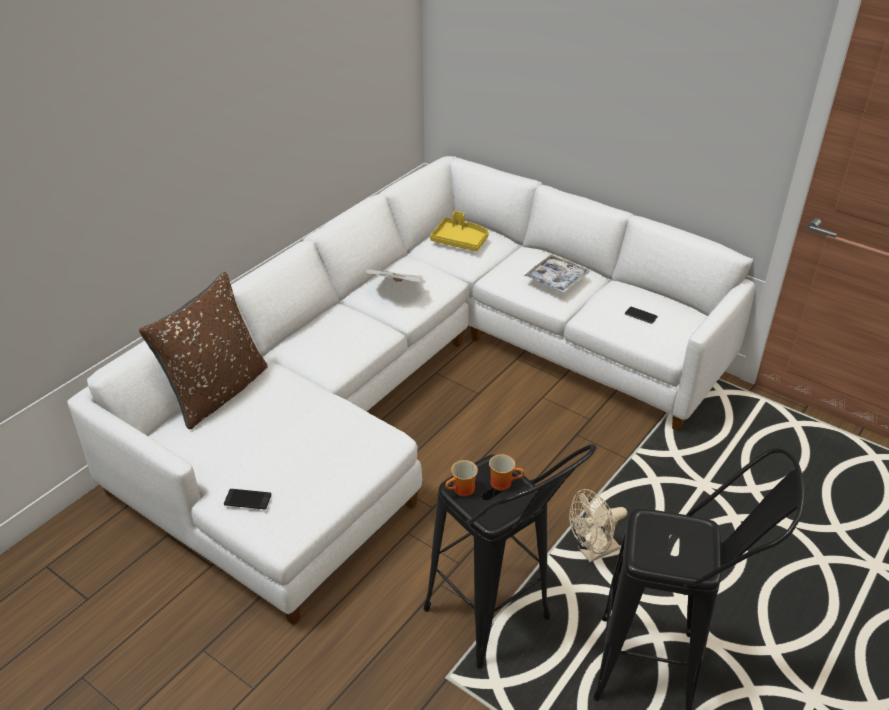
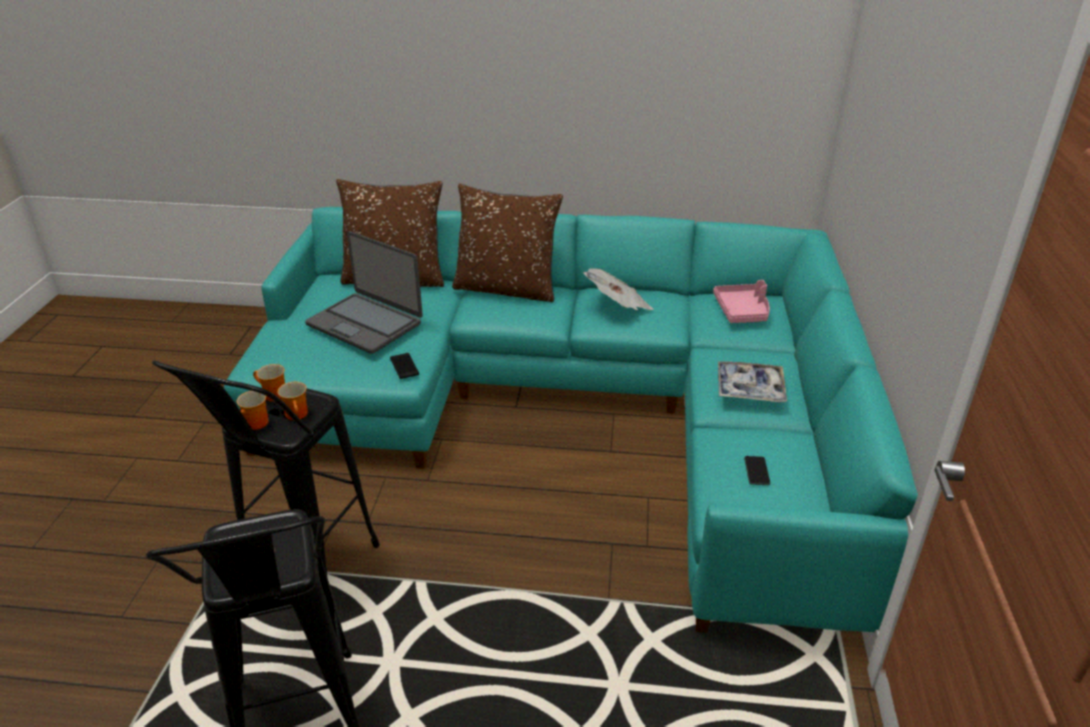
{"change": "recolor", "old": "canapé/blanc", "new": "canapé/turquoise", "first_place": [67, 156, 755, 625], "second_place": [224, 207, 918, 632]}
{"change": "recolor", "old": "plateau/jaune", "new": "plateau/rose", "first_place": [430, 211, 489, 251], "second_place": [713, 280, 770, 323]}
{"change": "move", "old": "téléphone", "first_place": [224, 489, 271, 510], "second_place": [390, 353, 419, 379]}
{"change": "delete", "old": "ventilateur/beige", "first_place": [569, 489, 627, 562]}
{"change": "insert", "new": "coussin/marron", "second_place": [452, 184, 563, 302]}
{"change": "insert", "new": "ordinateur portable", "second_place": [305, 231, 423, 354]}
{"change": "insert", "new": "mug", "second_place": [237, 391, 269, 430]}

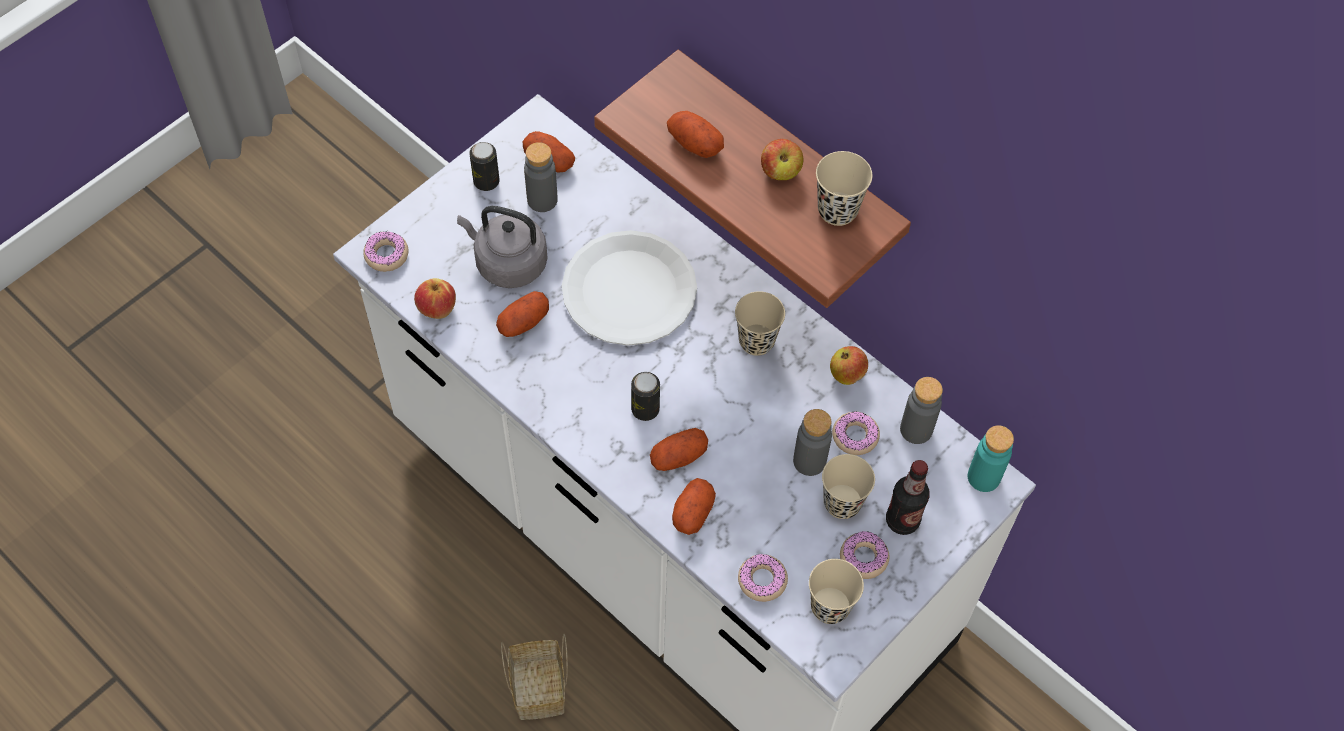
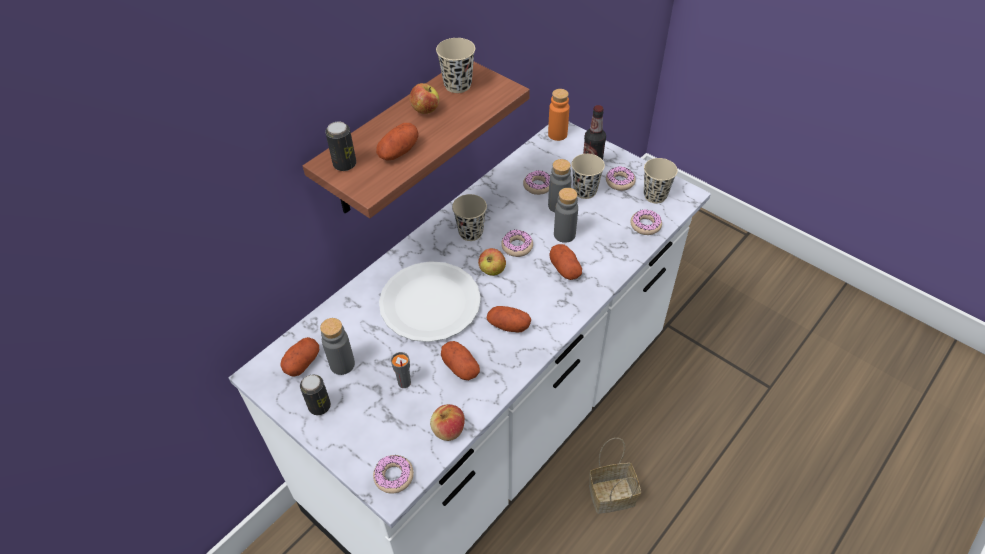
{"change": "replace", "old": "bouilloire/gris", "new": "tasse/gris", "first_place": [457, 206, 548, 288], "second_place": [391, 352, 411, 388]}
{"change": "move", "old": "pomme", "first_place": [830, 346, 868, 385], "second_place": [478, 248, 506, 276]}
{"change": "move", "old": "boîte métallique", "first_place": [631, 372, 660, 421], "second_place": [325, 121, 356, 171]}
{"change": "move", "old": "bouteille/gris", "first_place": [900, 377, 943, 444], "second_place": [554, 188, 578, 243]}
{"change": "recolor", "old": "bouteille/turquoise", "new": "bouteille/orange", "first_place": [968, 425, 1014, 492], "second_place": [548, 89, 569, 141]}
{"change": "move", "old": "pomme de terre", "first_place": [672, 478, 716, 535], "second_place": [487, 306, 531, 333]}
{"change": "insert", "new": "beignet", "second_place": [501, 229, 533, 257]}

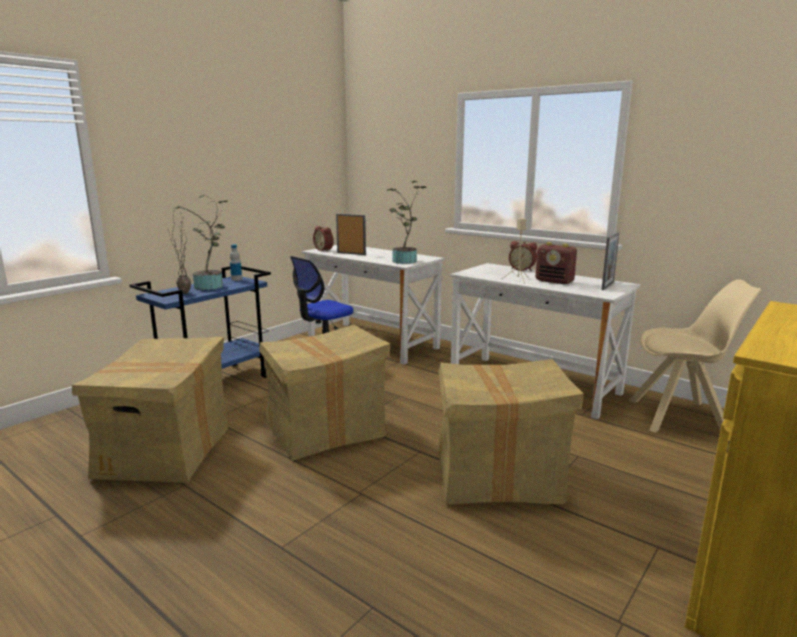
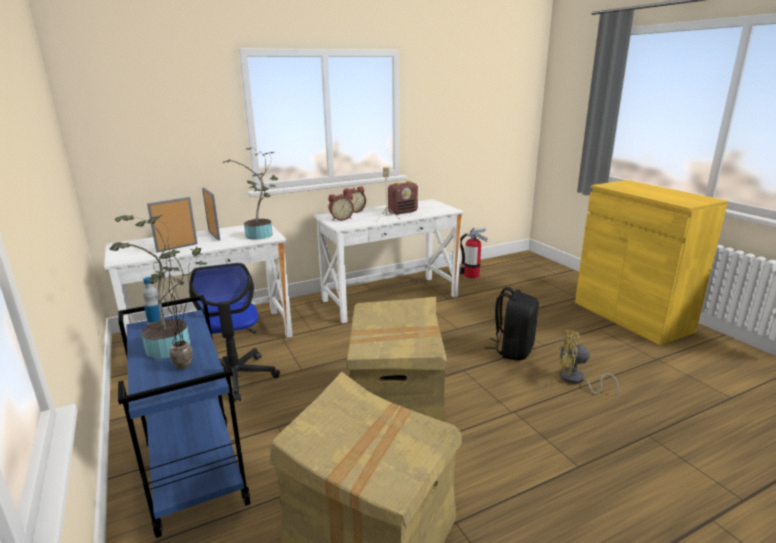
{"change": "move", "old": "réveil", "first_place": [313, 226, 334, 252], "second_place": [328, 193, 354, 220]}
{"change": "move", "old": "cadre photo", "first_place": [602, 232, 620, 290], "second_place": [202, 188, 220, 241]}
{"change": "replace", "old": "chaise/beige", "new": "extincteur", "first_place": [629, 279, 761, 433], "second_place": [460, 228, 488, 279]}
{"change": "replace", "old": "carton", "new": "sac à dos/noir", "first_place": [438, 359, 584, 505], "second_place": [485, 287, 539, 361]}
{"change": "insert", "new": "ventilateur/jaune", "second_place": [559, 330, 618, 396]}

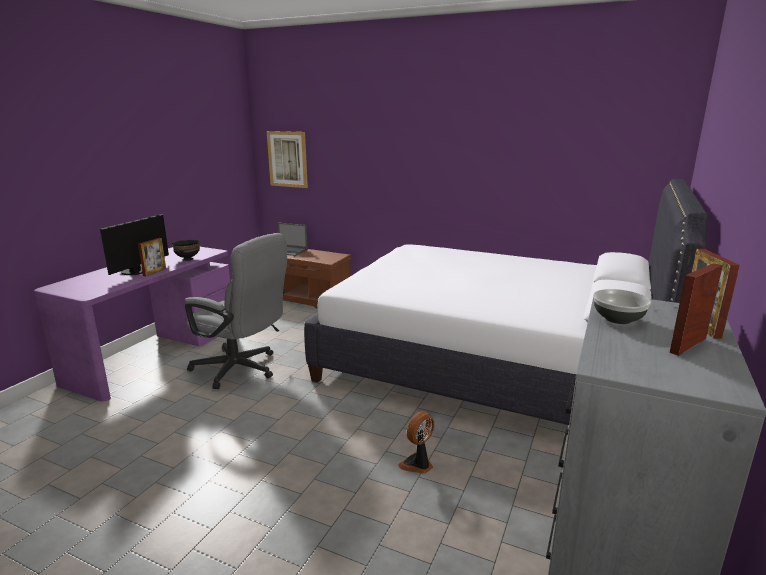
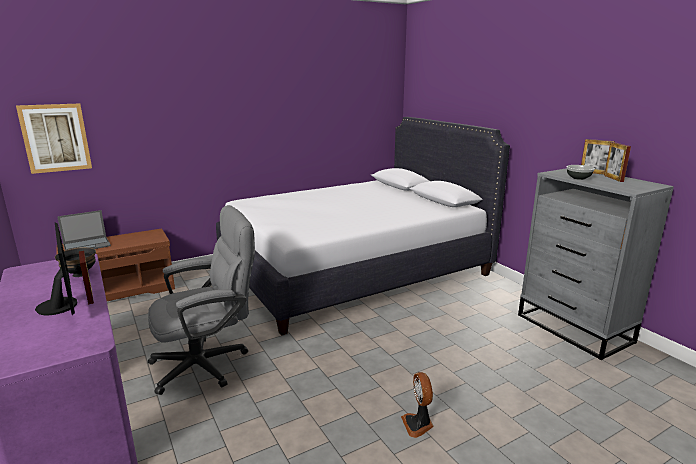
{"change": "move", "old": "ventilateur", "first_place": [398, 411, 434, 474], "second_place": [401, 372, 434, 438]}

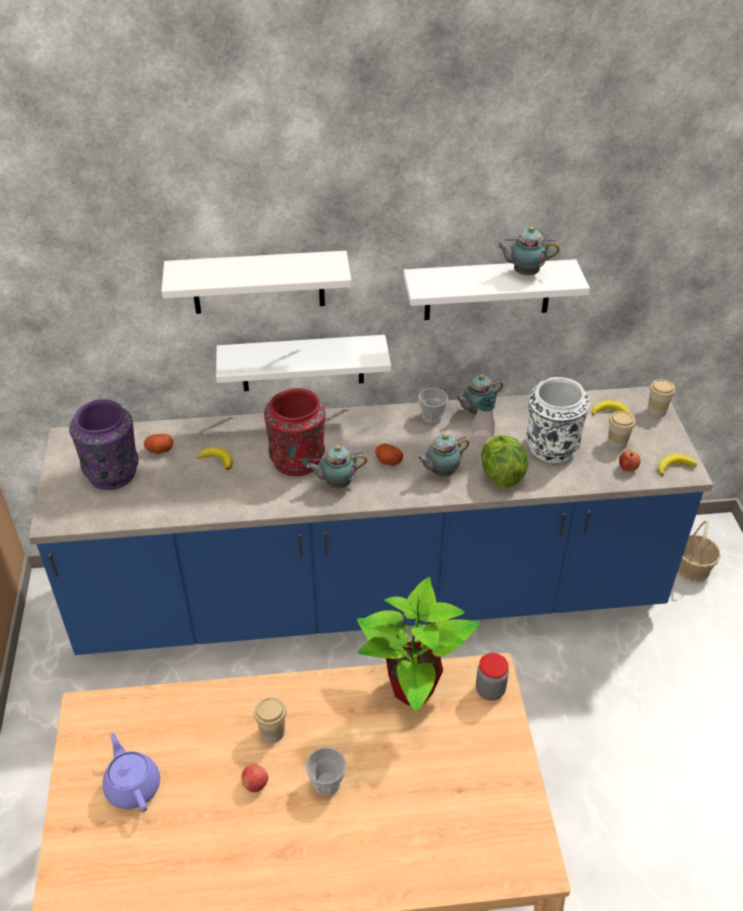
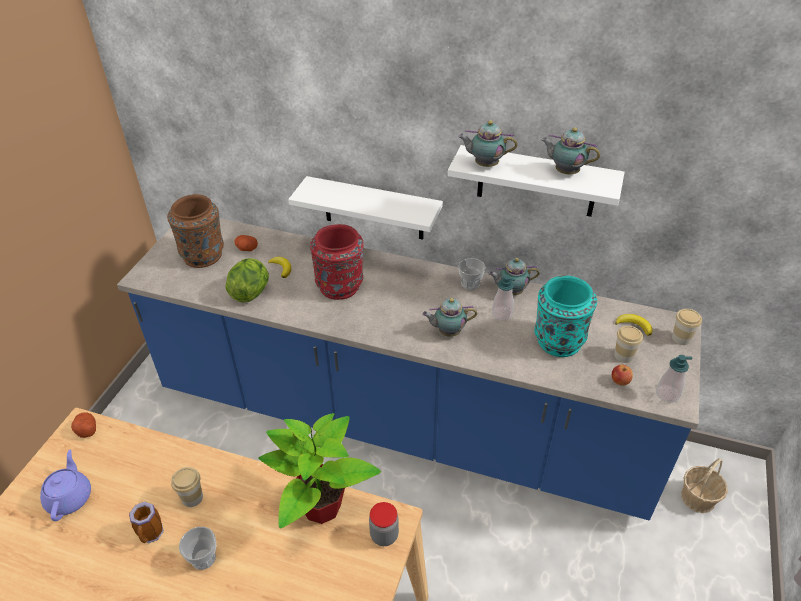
{"change": "delete", "old": "étagère/blanc", "first_place": [162, 251, 352, 314]}
{"change": "recolor", "old": "vase/blanc", "new": "vase/turquoise", "first_place": [526, 377, 590, 463], "second_place": [534, 275, 597, 357]}
{"change": "recolor", "old": "vase/violet", "new": "vase/marron", "first_place": [69, 399, 139, 490], "second_place": [167, 194, 224, 268]}
{"change": "move", "old": "laitue", "first_place": [481, 435, 529, 488], "second_place": [225, 258, 269, 303]}
{"change": "move", "old": "pomme de terre", "first_place": [375, 443, 403, 466], "second_place": [71, 412, 96, 438]}
{"change": "move", "old": "théière", "first_place": [307, 445, 367, 488], "second_place": [458, 120, 517, 167]}
{"change": "replace", "old": "banane", "new": "distributeur de savon", "first_place": [657, 454, 697, 476], "second_place": [656, 355, 693, 403]}
{"change": "replace", "old": "pomme", "new": "mug", "first_place": [241, 764, 268, 792], "second_place": [129, 502, 164, 543]}

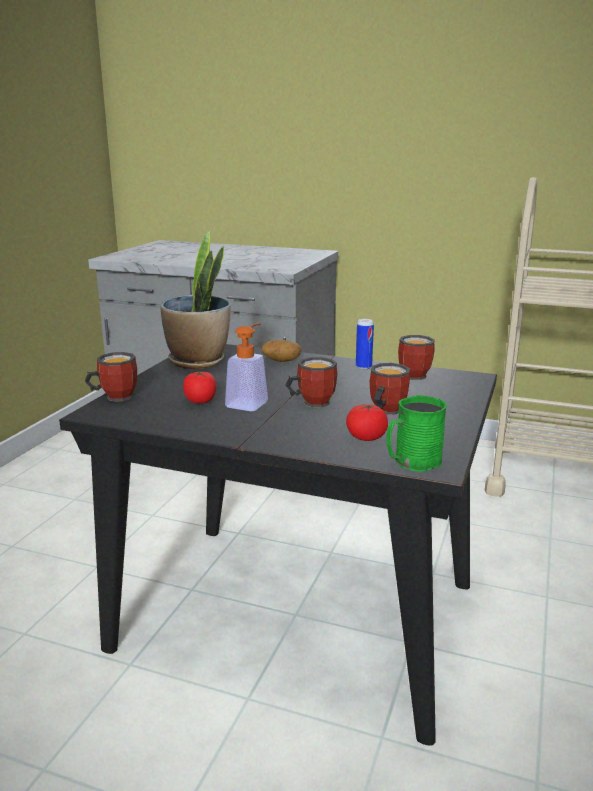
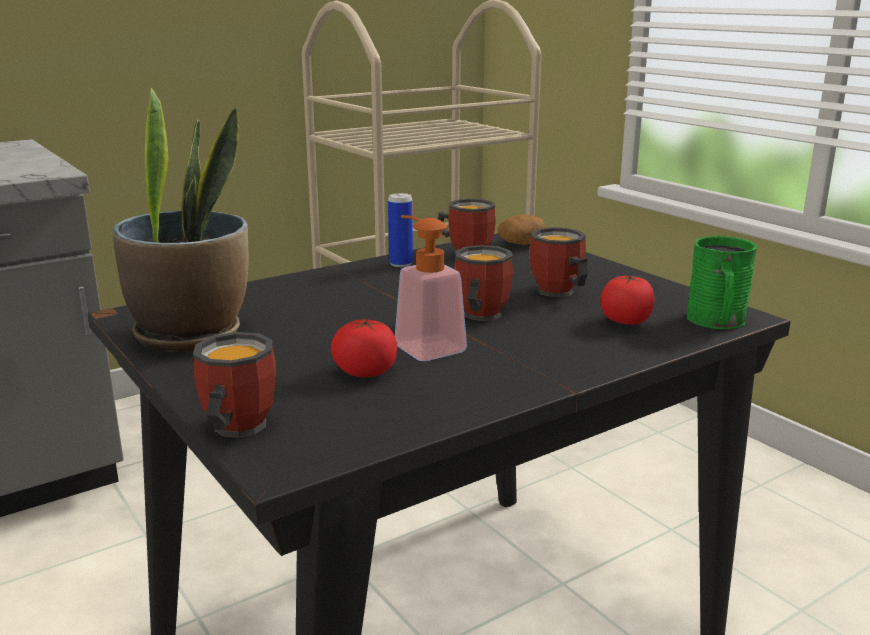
{"change": "move", "old": "pomme de terre", "first_place": [262, 340, 302, 362], "second_place": [497, 215, 545, 245]}

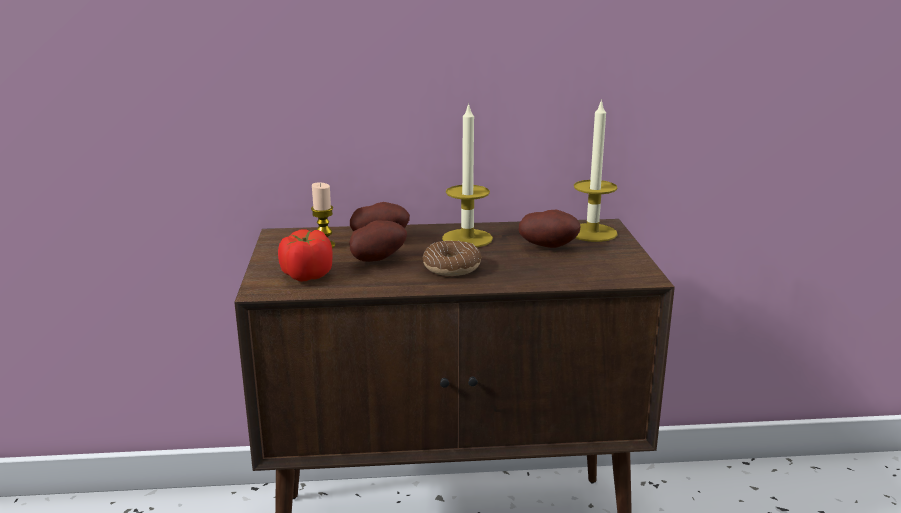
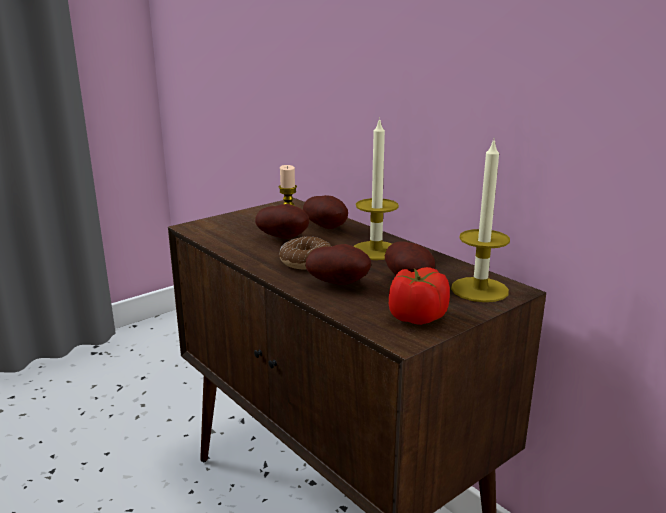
{"change": "move", "old": "tomate", "first_place": [278, 229, 333, 282], "second_place": [389, 267, 450, 325]}
{"change": "insert", "new": "pomme de terre", "second_place": [305, 244, 371, 285]}

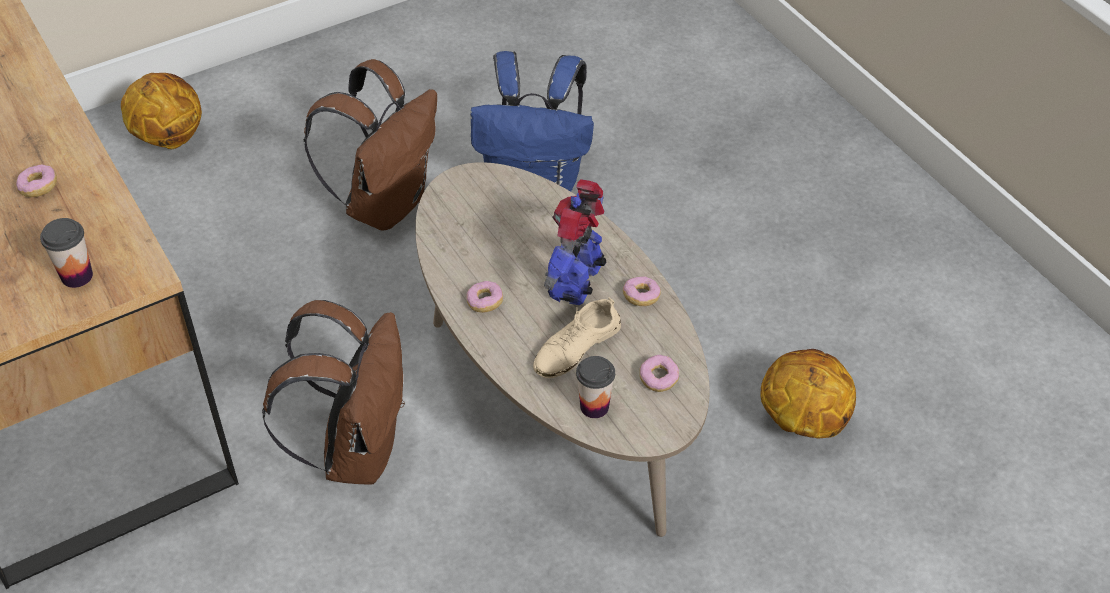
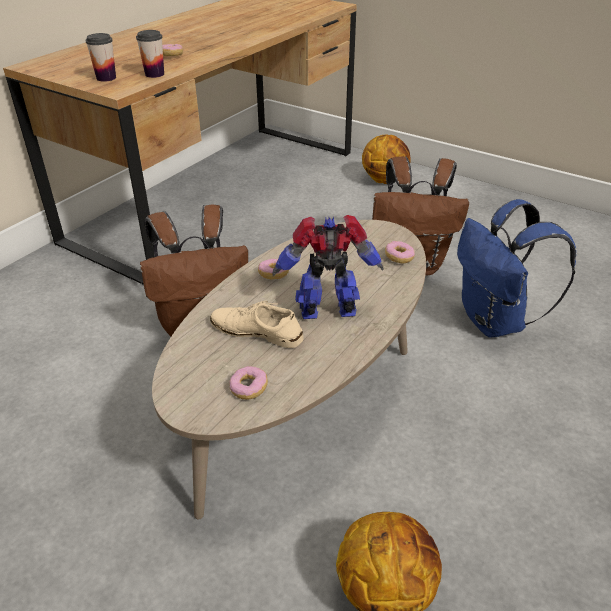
{"change": "move", "old": "beignet", "first_place": [623, 277, 661, 306], "second_place": [385, 241, 415, 263]}
{"change": "move", "old": "tasse", "first_place": [576, 356, 615, 418], "second_place": [136, 30, 164, 78]}

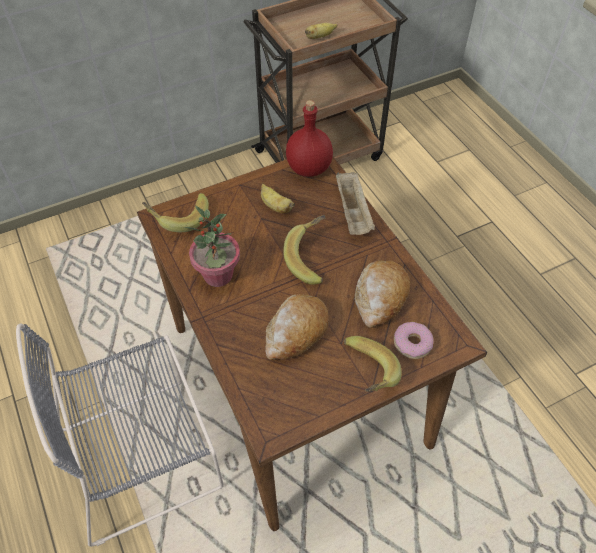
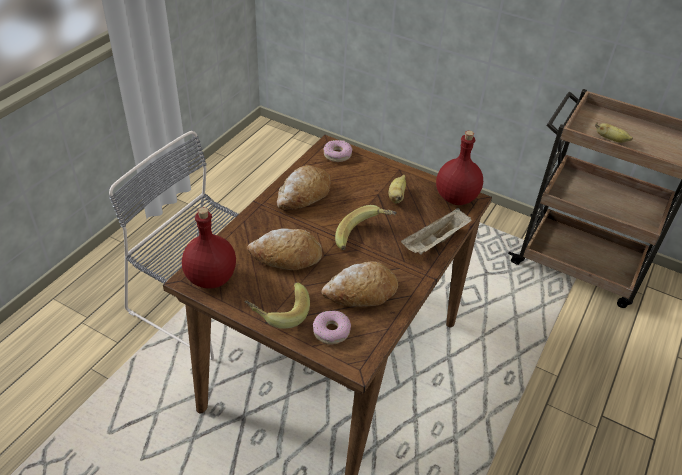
{"change": "replace", "old": "banane", "new": "beignet", "first_place": [142, 193, 209, 232], "second_place": [323, 140, 352, 162]}
{"change": "replace", "old": "plante en pot", "new": "pain", "first_place": [184, 205, 240, 287], "second_place": [277, 165, 331, 210]}
{"change": "insert", "new": "bouteille/rouge", "second_place": [182, 207, 236, 289]}

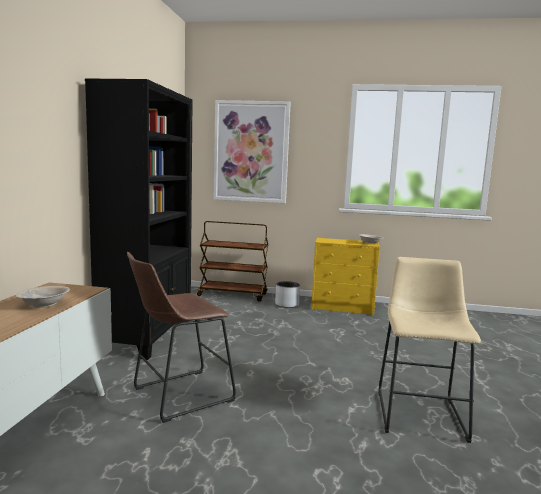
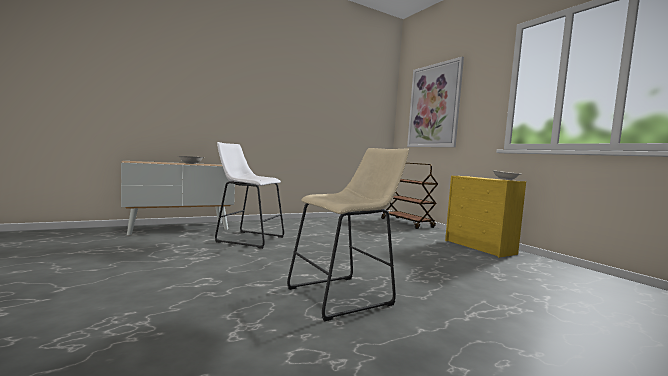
{"change": "delete", "old": "bibliothèque/noir", "first_place": [85, 78, 193, 360]}
{"change": "recolor", "old": "tabouret/marron", "new": "tabouret/blanc", "first_place": [127, 252, 236, 423], "second_place": [215, 142, 284, 249]}
{"change": "delete", "old": "cache-pot/gris", "first_place": [275, 281, 300, 308]}

